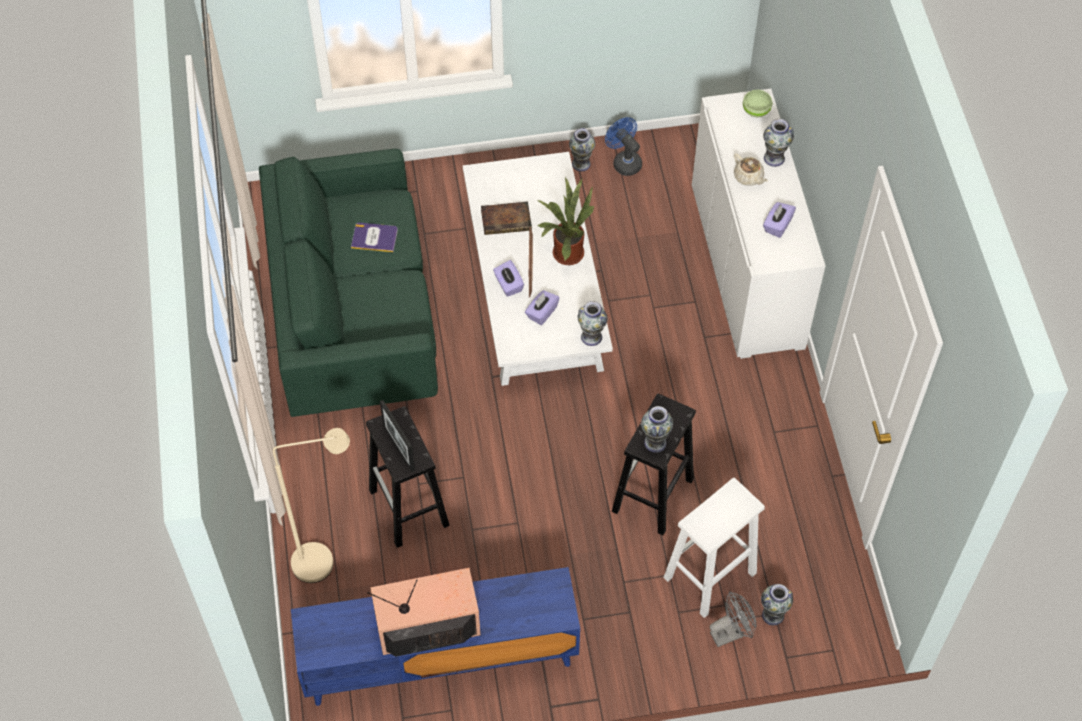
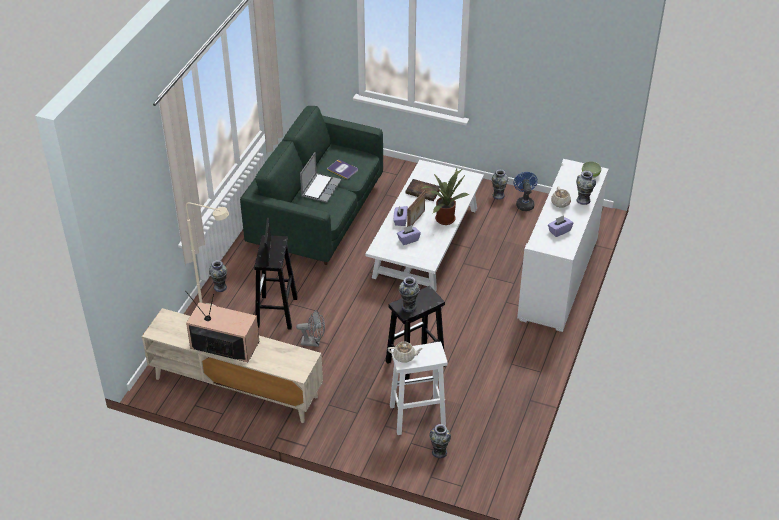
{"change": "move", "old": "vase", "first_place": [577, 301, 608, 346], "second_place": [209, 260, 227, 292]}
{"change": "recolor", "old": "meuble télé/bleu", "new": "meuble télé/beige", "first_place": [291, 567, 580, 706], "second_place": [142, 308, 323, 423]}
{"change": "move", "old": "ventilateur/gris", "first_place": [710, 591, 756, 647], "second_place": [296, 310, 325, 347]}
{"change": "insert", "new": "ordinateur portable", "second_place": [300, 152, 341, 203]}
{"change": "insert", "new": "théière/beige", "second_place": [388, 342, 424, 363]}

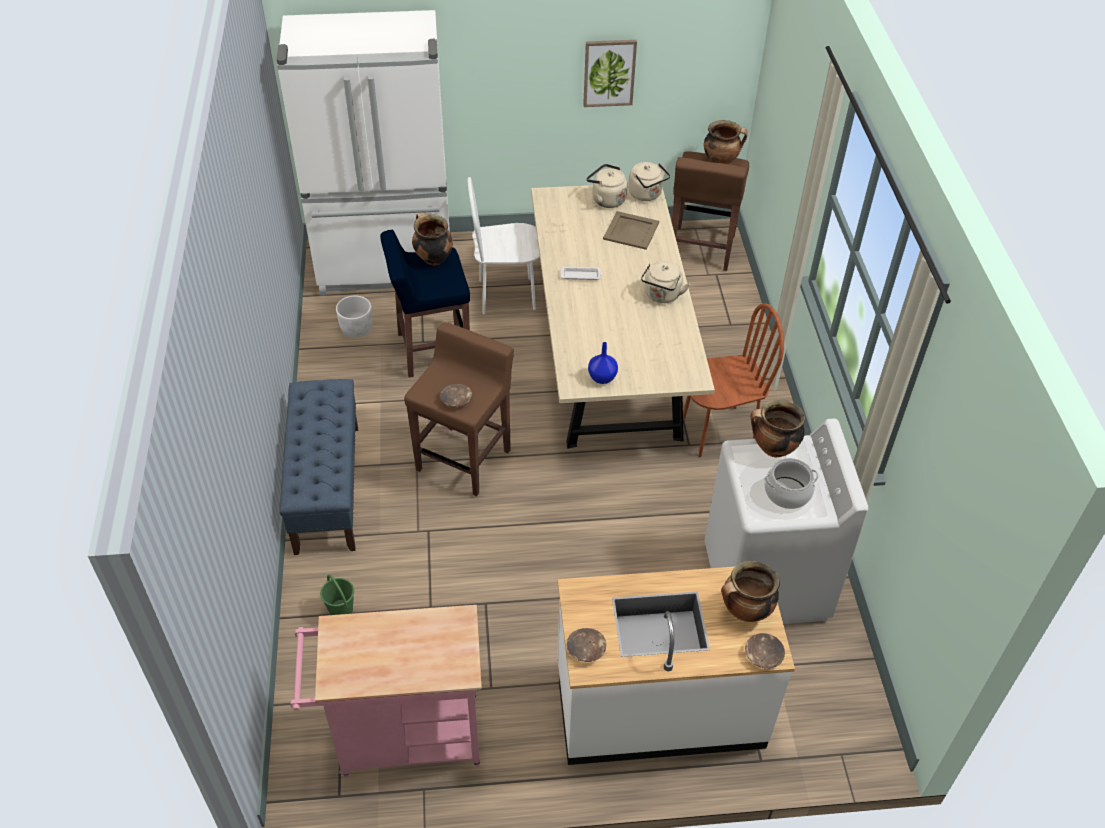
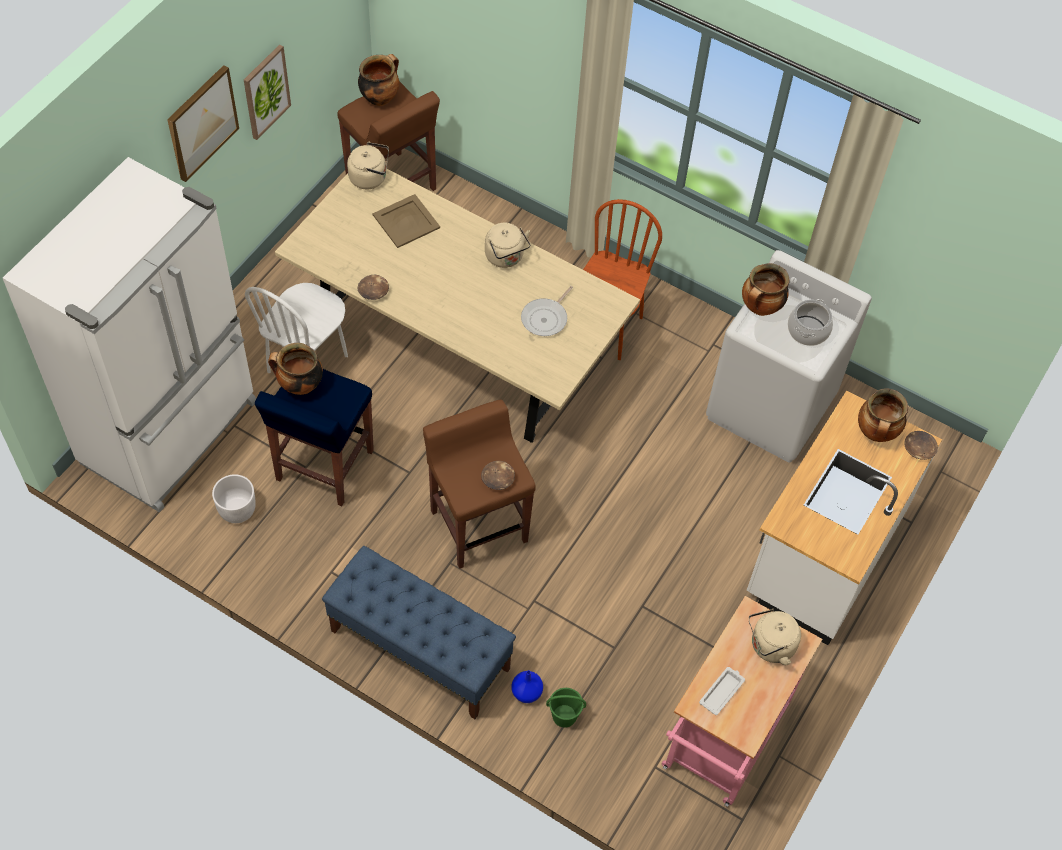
{"change": "move", "old": "bouilloire/beige", "first_place": [586, 164, 628, 208], "second_place": [748, 609, 801, 665]}
{"change": "move", "old": "plateau/blanc", "first_place": [560, 266, 602, 280], "second_place": [699, 667, 745, 715]}
{"change": "move", "old": "vase/bleu", "first_place": [588, 342, 618, 384], "second_place": [512, 670, 543, 703]}
{"change": "move", "old": "bol/marron", "first_place": [567, 628, 606, 662], "second_place": [358, 275, 389, 300]}
{"change": "insert", "new": "tableau", "second_place": [167, 65, 239, 182]}
{"change": "insert", "new": "poêle", "second_place": [521, 286, 573, 336]}

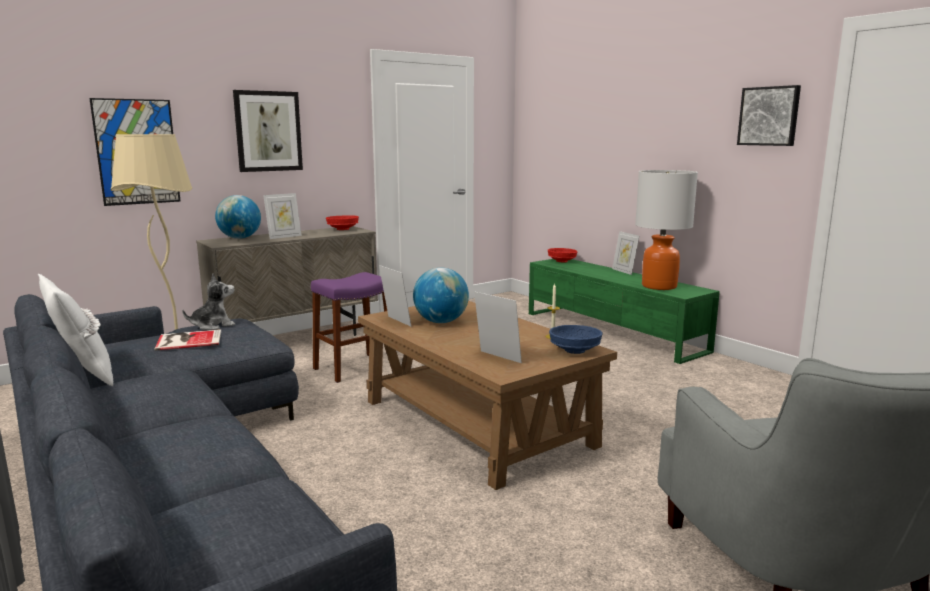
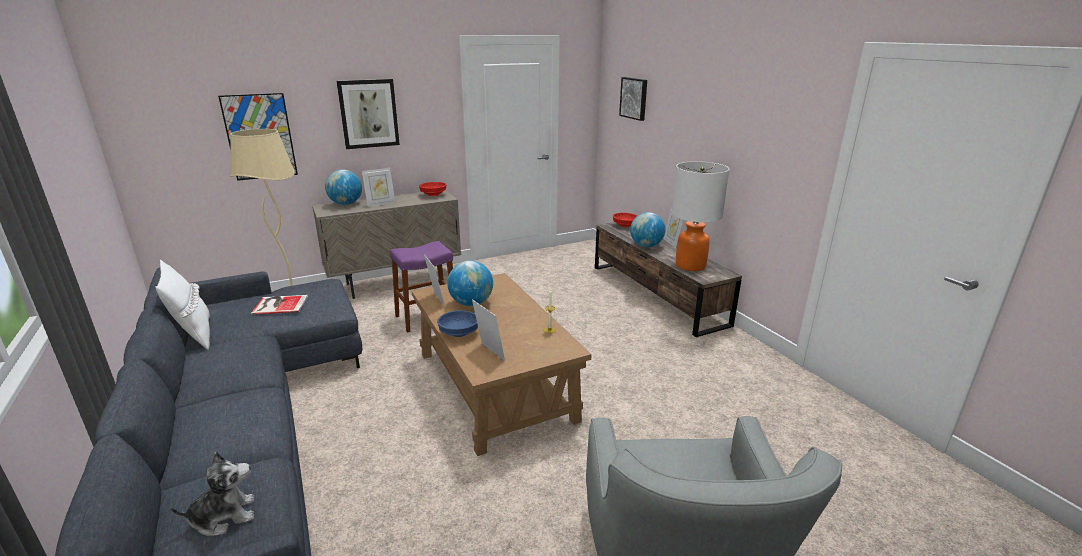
{"change": "move", "old": "tableau", "first_place": [737, 85, 801, 146], "second_place": [619, 77, 647, 121]}
{"change": "recolor", "old": "meuble télé/vert", "new": "meuble télé/marron", "first_place": [529, 259, 720, 364], "second_place": [595, 222, 742, 337]}
{"change": "move", "old": "peluche", "first_place": [182, 274, 235, 330], "second_place": [170, 452, 254, 536]}
{"change": "move", "old": "bol/bleu", "first_place": [549, 325, 603, 354], "second_place": [437, 311, 478, 337]}
{"change": "insert", "new": "globe", "second_place": [630, 212, 666, 247]}

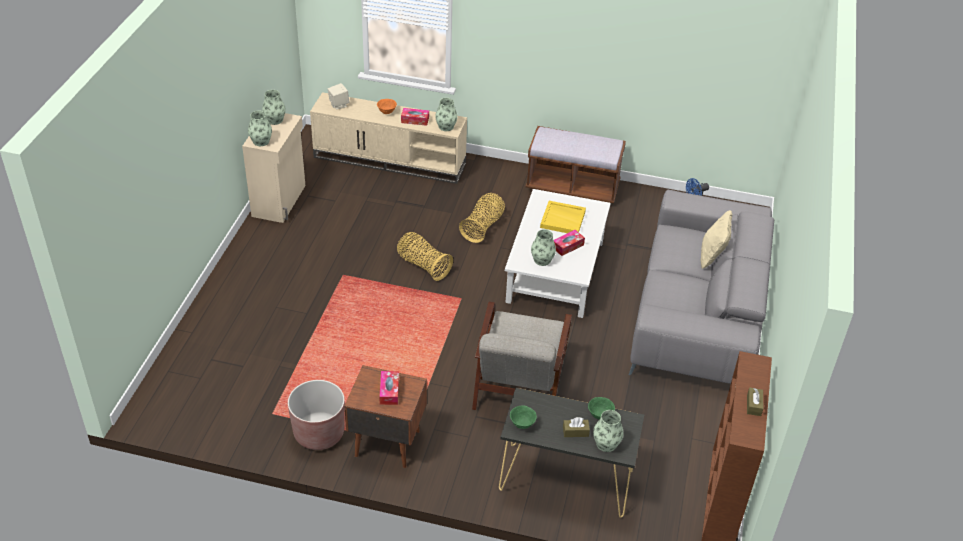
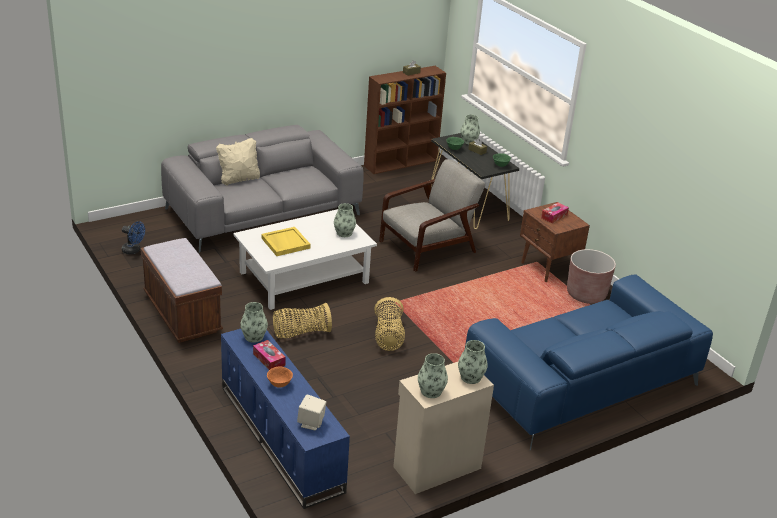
{"change": "recolor", "old": "meuble télé/beige", "new": "meuble télé/bleu", "first_place": [310, 92, 467, 184], "second_place": [221, 329, 350, 509]}
{"change": "delete", "old": "boîte à mouchoirs", "first_place": [554, 230, 585, 256]}
{"change": "insert", "new": "canapé/bleu", "second_place": [465, 275, 713, 451]}

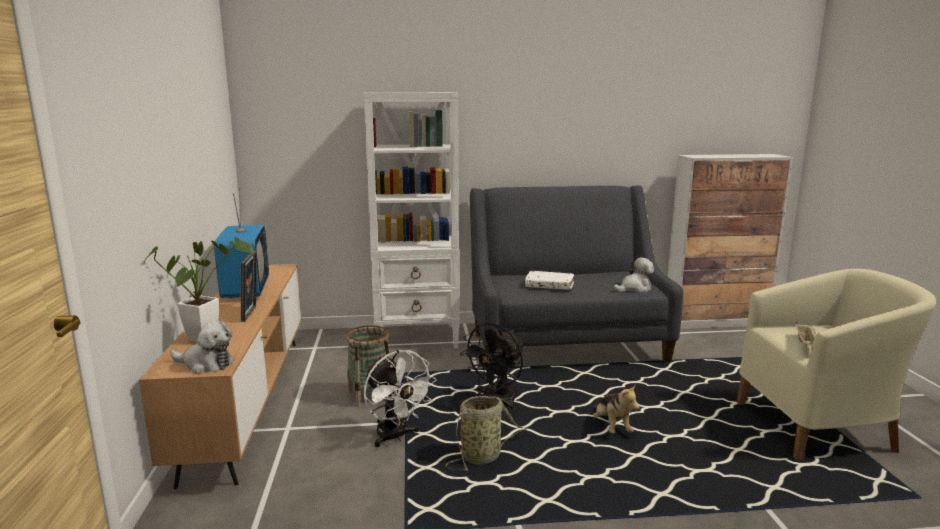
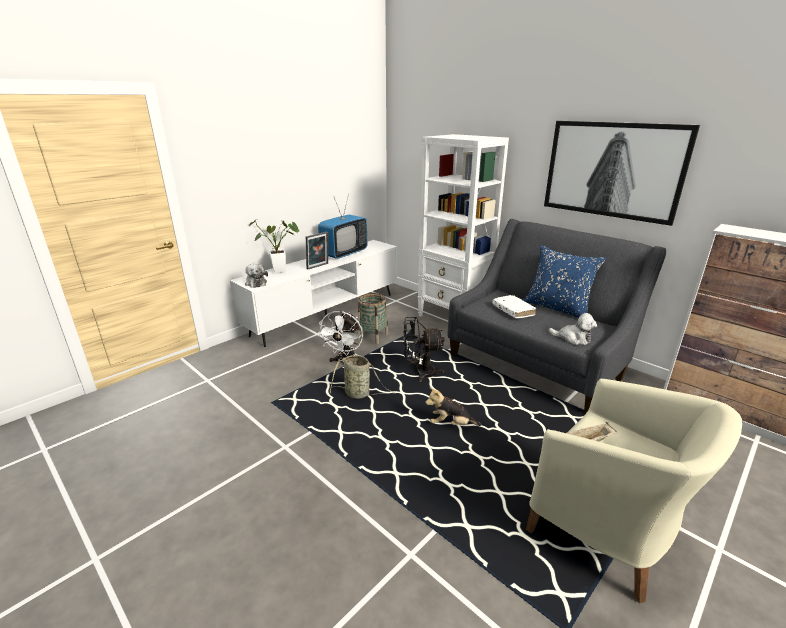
{"change": "recolor", "old": "meuble télé/marron", "new": "meuble télé/blanc", "first_place": [139, 264, 302, 489], "second_place": [230, 240, 397, 347]}
{"change": "rotate", "old": "peluche", "first_place": [592, 385, 639, 433], "second_place": [425, 387, 482, 426], "degrees": 60}
{"change": "insert", "new": "tableau", "second_place": [544, 121, 700, 226]}
{"change": "insert", "new": "coussin/bleu", "second_place": [523, 245, 606, 318]}

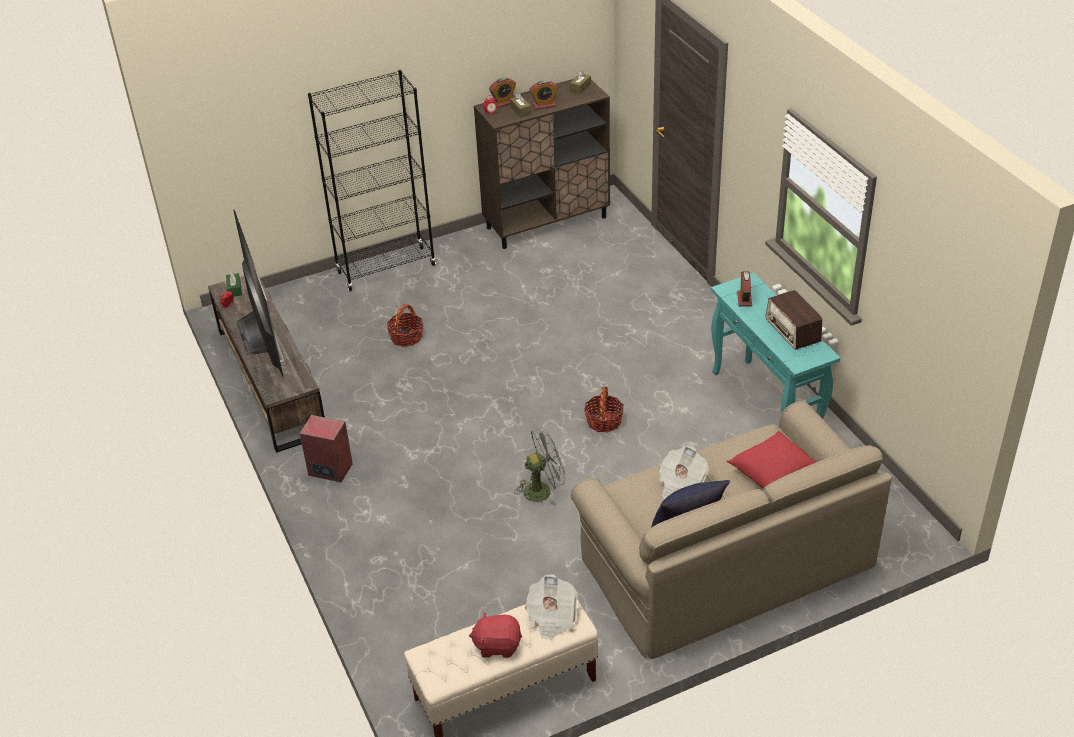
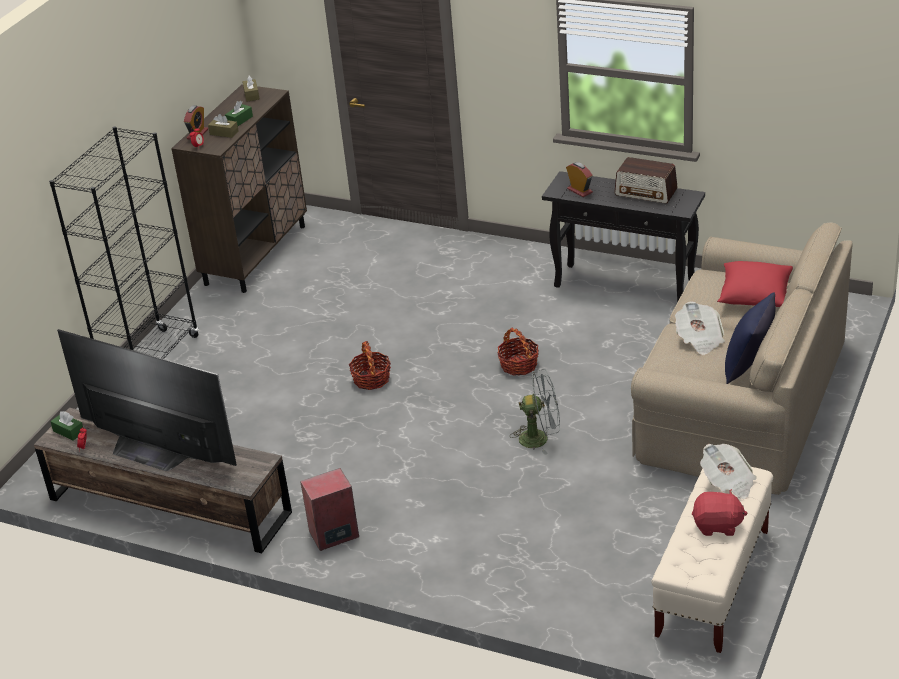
{"change": "replace", "old": "réveil", "new": "boîte à mouchoirs/vert", "first_place": [530, 80, 558, 110], "second_place": [225, 101, 253, 126]}
{"change": "recolor", "old": "table console/turquoise", "new": "table console/noir", "first_place": [711, 273, 840, 419], "second_place": [542, 171, 705, 302]}
{"change": "move", "old": "panier", "first_place": [387, 304, 423, 347], "second_place": [349, 341, 391, 390]}
{"change": "rotate", "old": "ventilateur/gris", "first_place": [514, 428, 566, 506], "second_place": [510, 369, 560, 455], "degrees": 60}
{"change": "rotate", "old": "peluche/rouge", "first_place": [469, 612, 522, 658], "second_place": [692, 489, 748, 536], "degrees": -135}

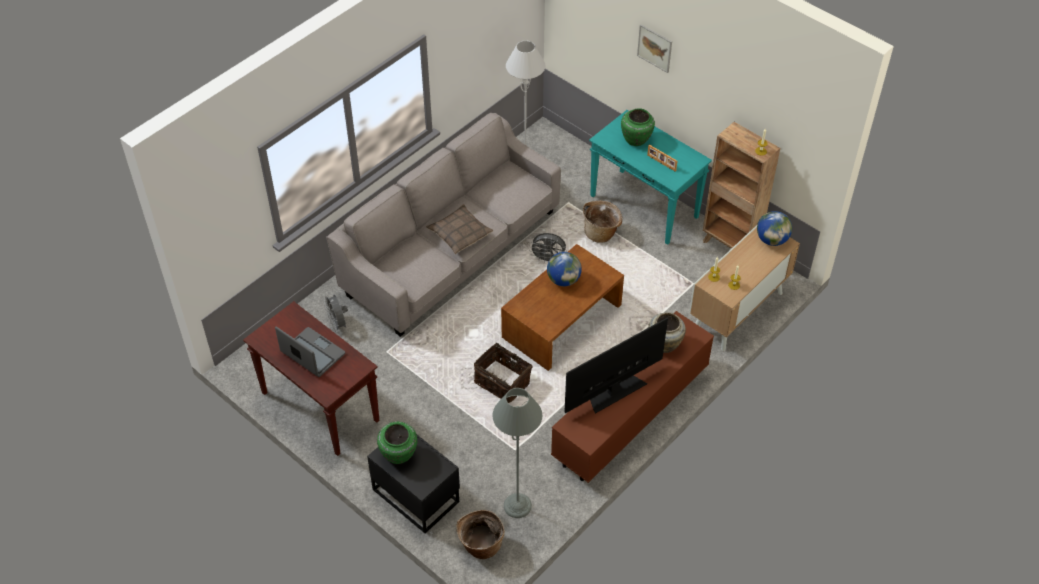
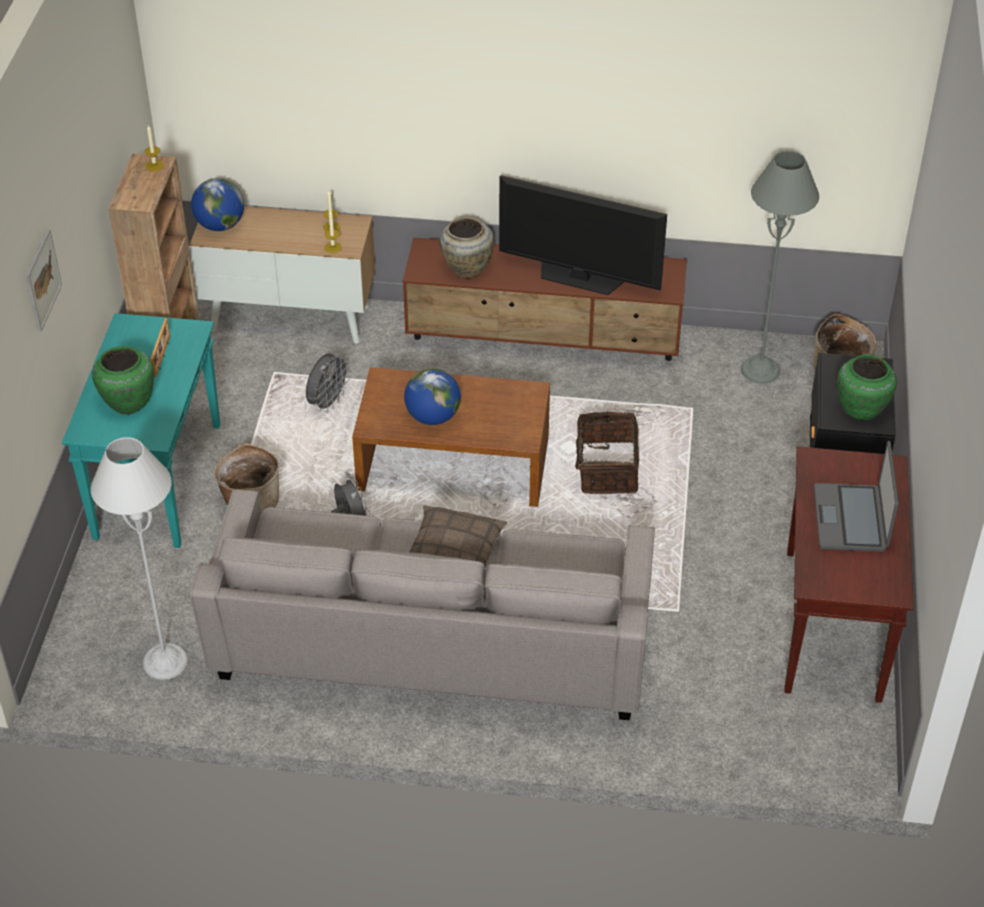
{"change": "move", "old": "ventilateur/gris", "first_place": [323, 295, 348, 332], "second_place": [306, 353, 351, 412]}

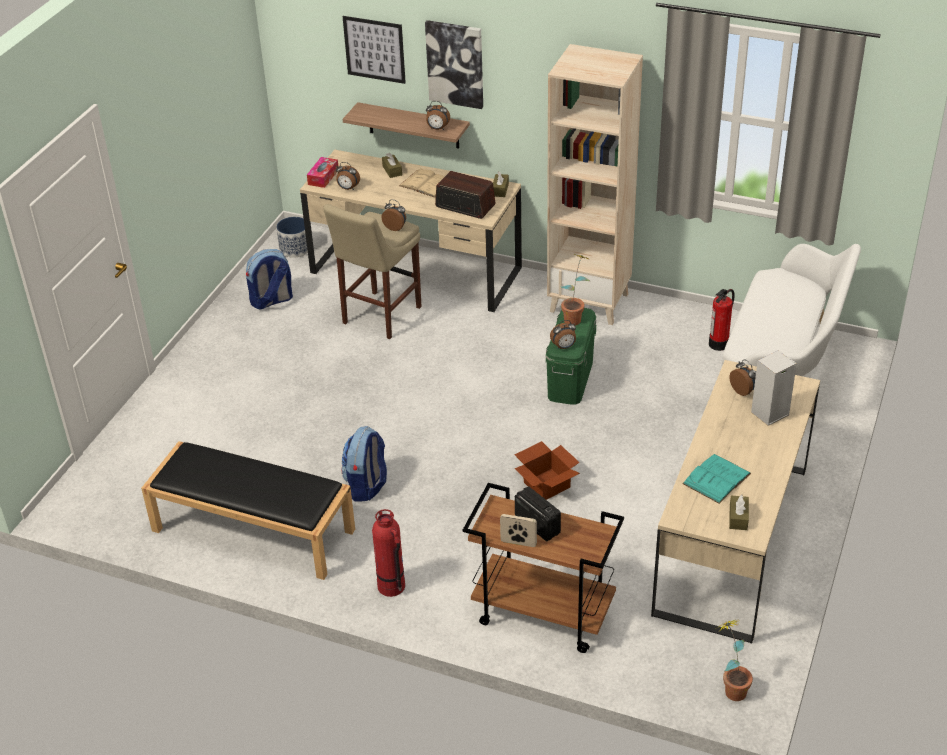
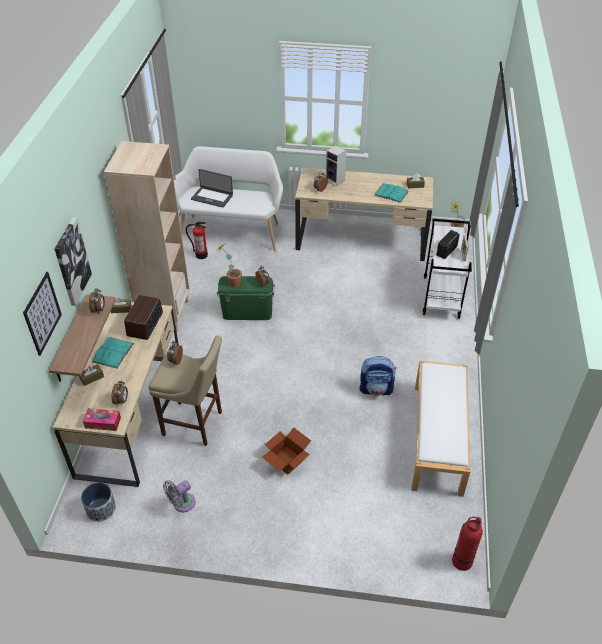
{"change": "recolor", "old": "livre/beige", "new": "livre/turquoise", "first_place": [399, 168, 444, 198], "second_place": [92, 337, 134, 368]}
{"change": "replace", "old": "sac à dos", "new": "ventilateur/gris", "first_place": [246, 249, 293, 309], "second_place": [163, 480, 196, 512]}
{"change": "recolor", "old": "banc/noir", "new": "banc/blanc", "first_place": [141, 441, 355, 580], "second_place": [411, 361, 470, 497]}
{"change": "move", "old": "carton", "first_place": [514, 441, 580, 500], "second_place": [262, 427, 311, 474]}
{"change": "recolor", "old": "chariot/marron", "new": "chariot/blanc", "first_place": [463, 483, 624, 653], "second_place": [423, 219, 472, 318]}
{"change": "move", "old": "extincteur", "first_place": [372, 509, 405, 597], "second_place": [452, 517, 483, 571]}
{"change": "insert", "new": "ordinateur portable", "second_place": [191, 169, 233, 208]}

